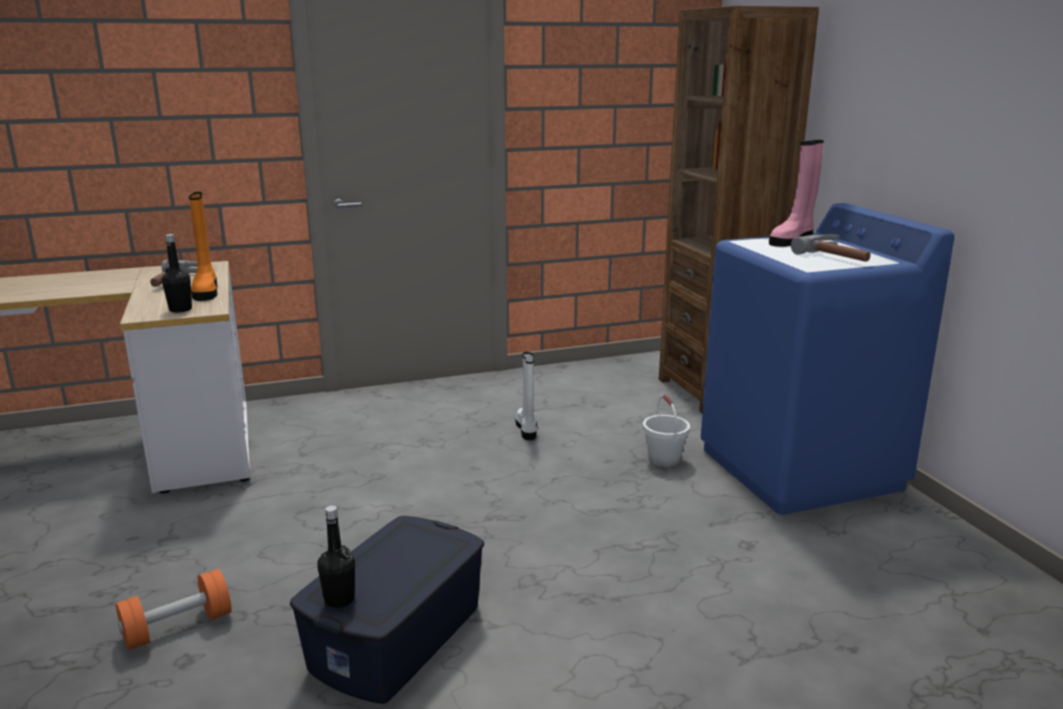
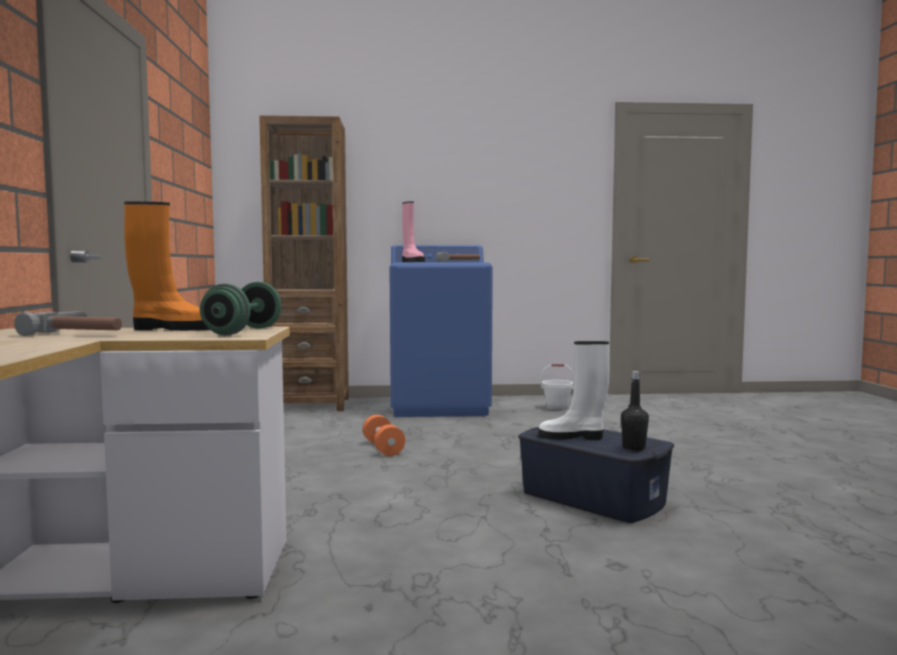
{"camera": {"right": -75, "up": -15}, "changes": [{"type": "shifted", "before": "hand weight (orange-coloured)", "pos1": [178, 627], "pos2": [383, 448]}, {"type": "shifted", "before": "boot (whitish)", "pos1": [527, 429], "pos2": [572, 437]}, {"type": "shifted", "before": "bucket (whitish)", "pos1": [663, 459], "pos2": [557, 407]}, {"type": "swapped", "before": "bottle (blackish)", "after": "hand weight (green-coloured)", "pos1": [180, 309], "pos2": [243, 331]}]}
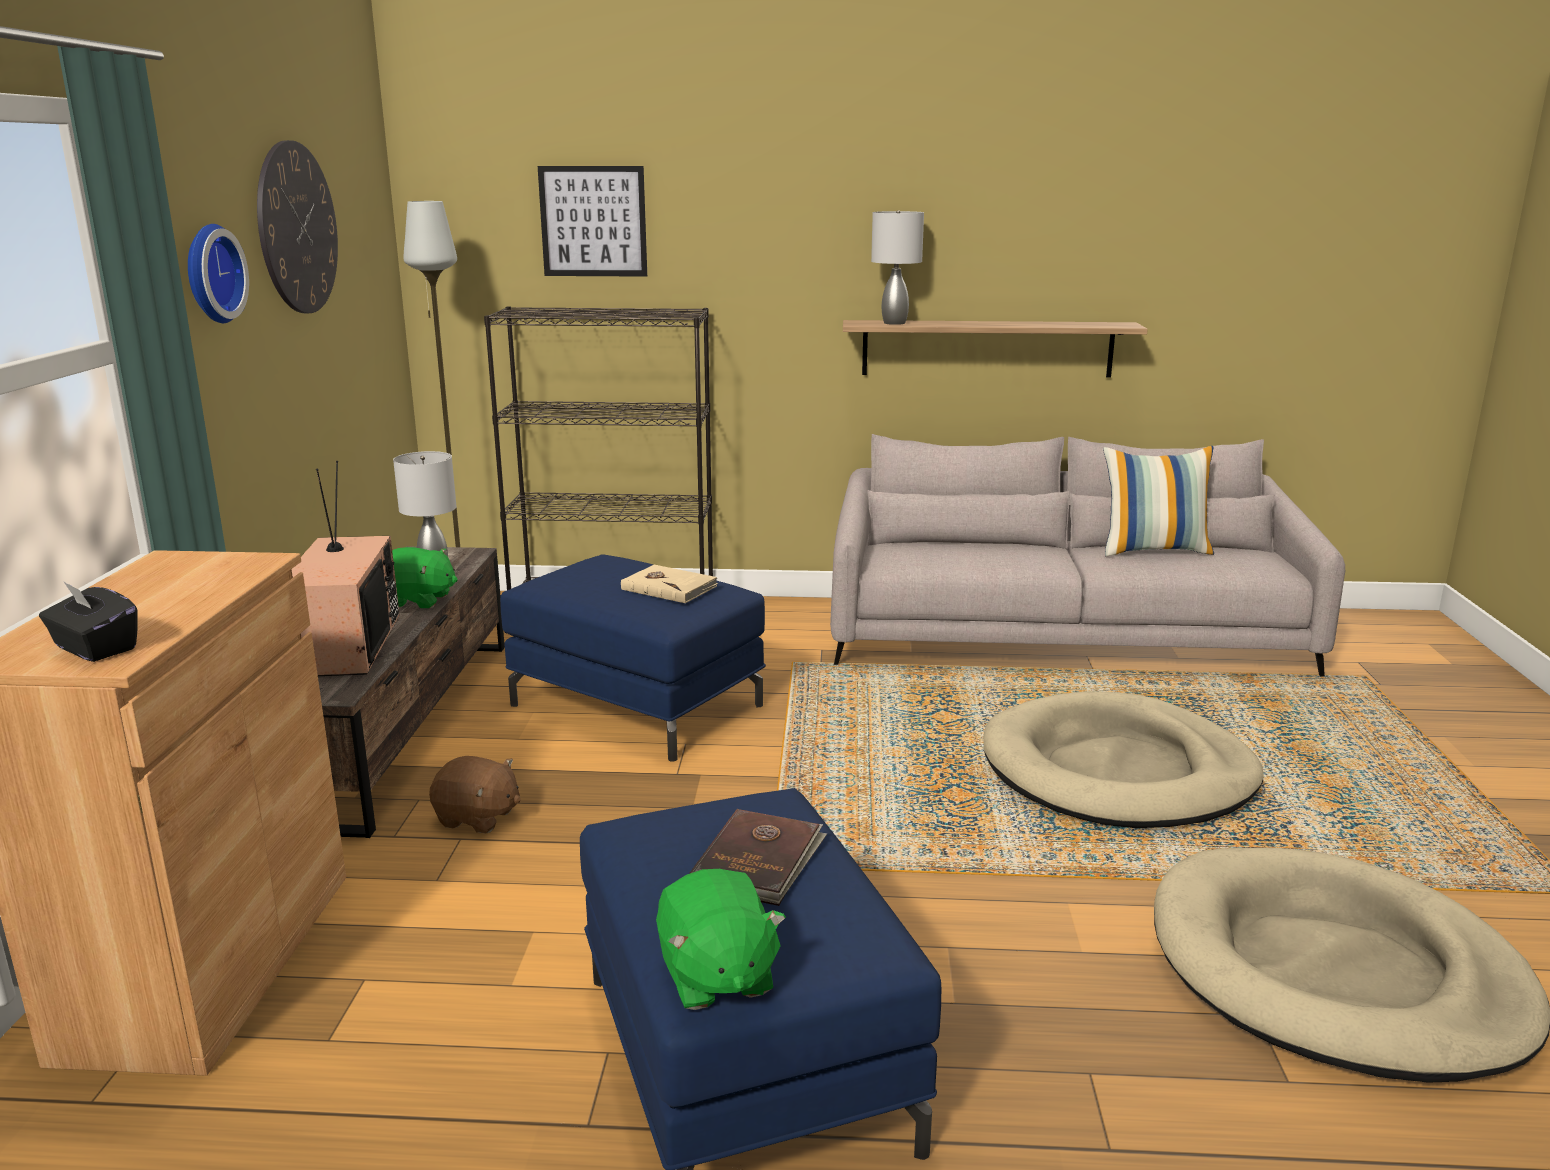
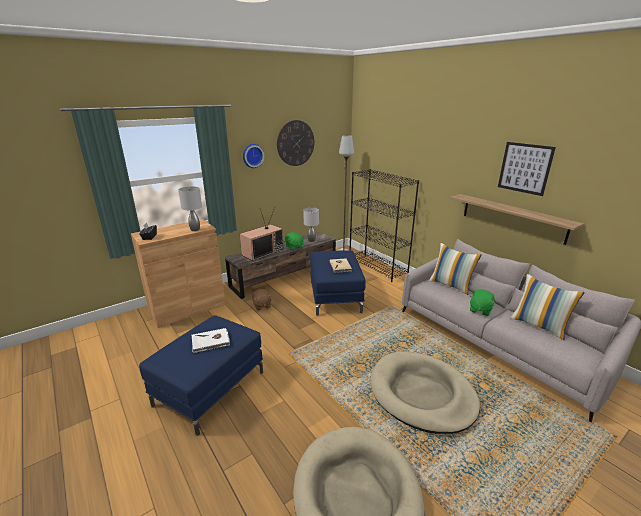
{"camera": {"right": 50, "up": 5}, "changes": [{"type": "new", "after": "pillow", "pos2": [451, 285]}, {"type": "shifted", "before": "picture", "pos1": [593, 221], "pos2": [524, 168]}, {"type": "shifted", "before": "cuddly toy (green-coloured)", "pos1": [716, 976], "pos2": [480, 310]}, {"type": "shifted", "before": "lamp for a table (greyish)", "pos1": [893, 323], "pos2": [195, 229]}, {"type": "repainted", "before": "volume (brown)", "after": "volume (whitish)", "pos1": [759, 861], "pos2": [211, 342]}]}
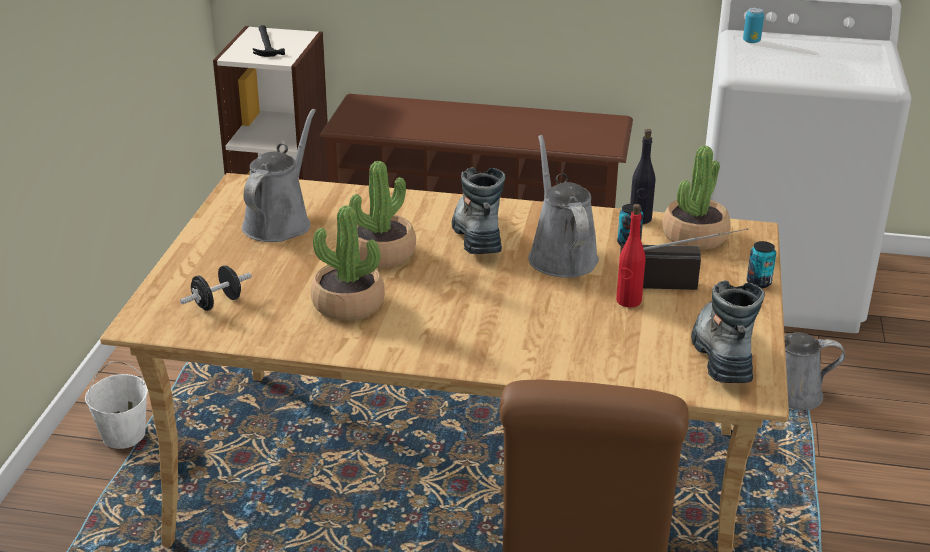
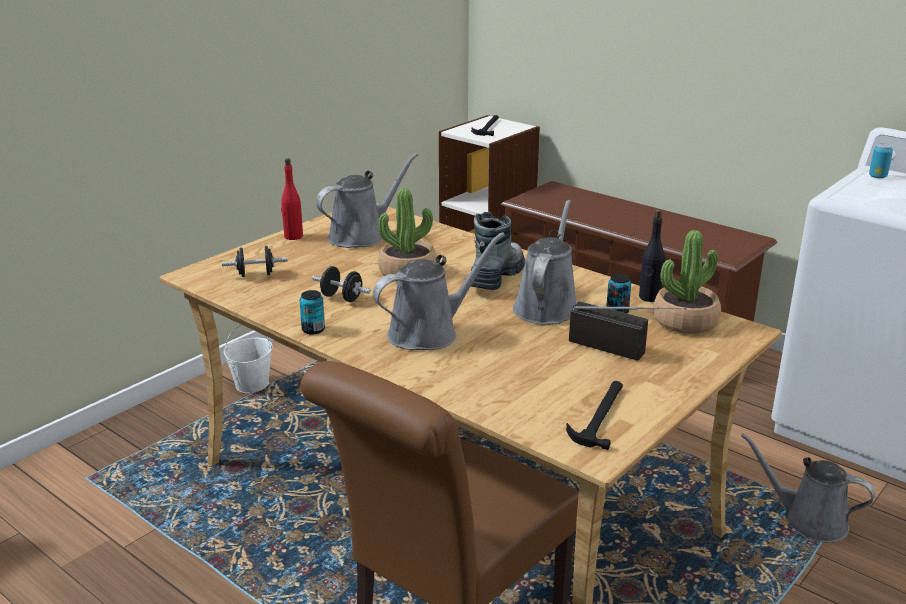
{"camera": {"right": 30, "up": -5}, "changes": [{"type": "new", "after": "watering pot (greyish)", "pos2": [429, 333]}, {"type": "shifted", "before": "bottle (red)", "pos1": [628, 301], "pos2": [293, 236]}, {"type": "shifted", "before": "can", "pos1": [758, 283], "pos2": [313, 330]}, {"type": "swapped", "before": "potted plant", "after": "hand weight (blackish)", "pos1": [348, 304], "pos2": [342, 298]}, {"type": "swapped", "before": "boot", "after": "hand hammer", "pos1": [721, 355], "pos2": [600, 415]}]}
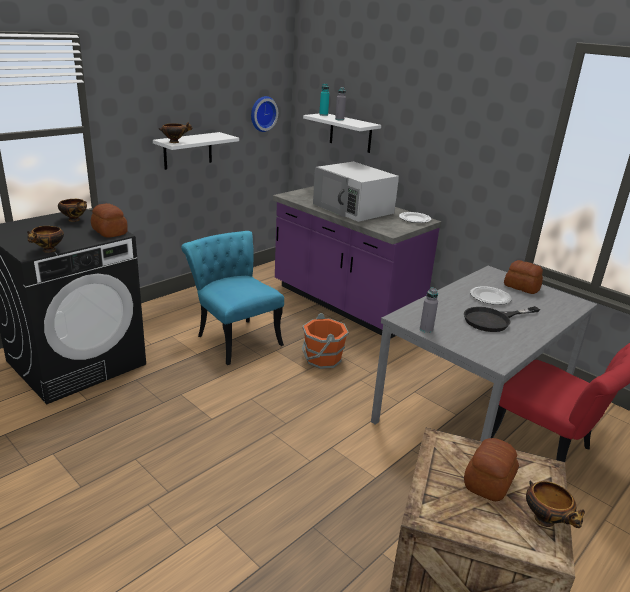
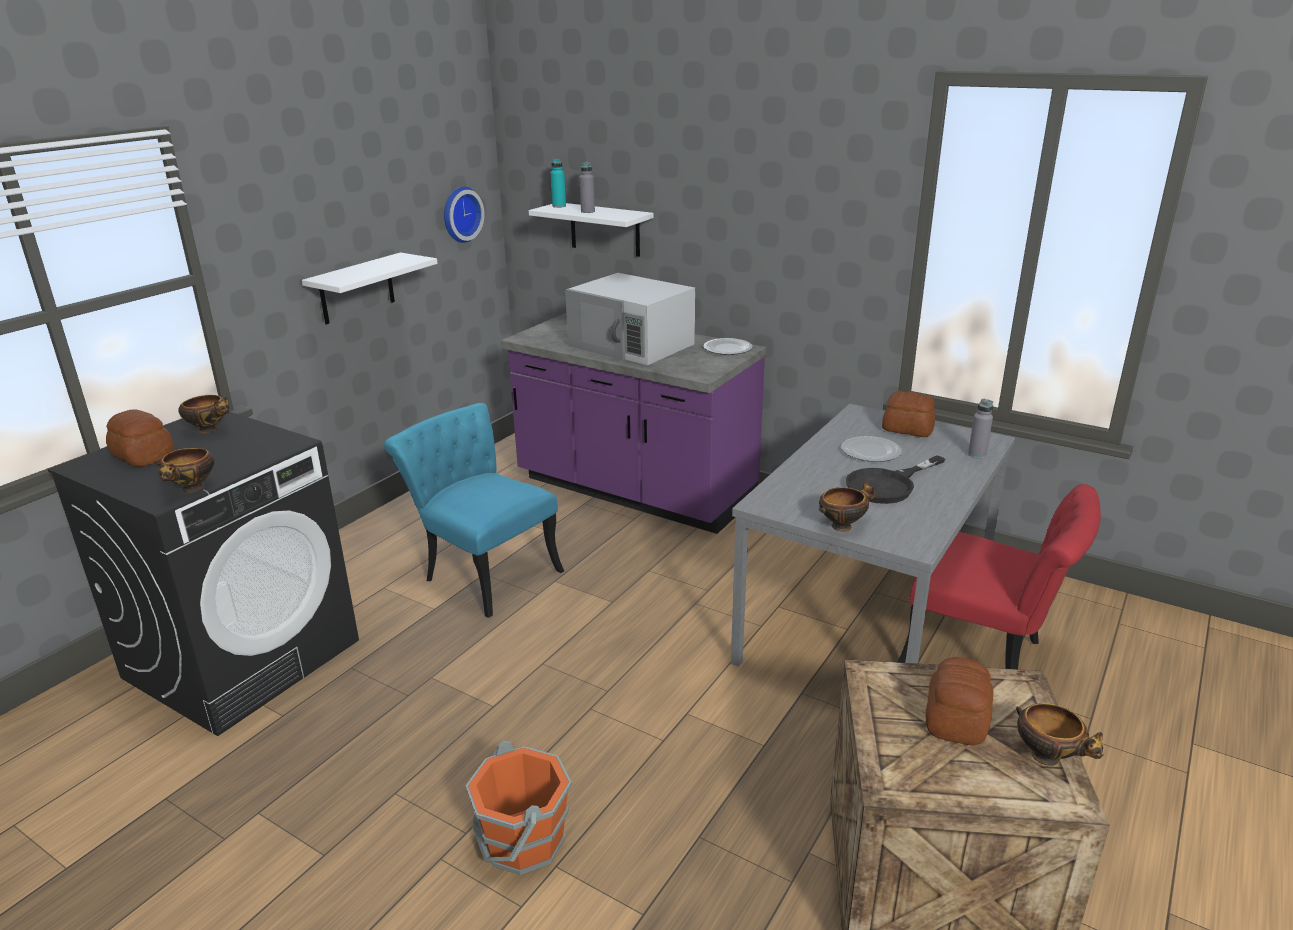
{"camera": {"right": -10, "up": 0}, "changes": [{"type": "shifted", "before": "bakery bread", "pos1": [110, 231], "pos2": [144, 455]}, {"type": "shifted", "before": "bowl", "pos1": [175, 142], "pos2": [843, 525]}, {"type": "shifted", "before": "bucket (orange-coloured)", "pos1": [322, 359], "pos2": [522, 841]}, {"type": "shifted", "before": "bottle (greyish)", "pos1": [426, 329], "pos2": [977, 455]}]}
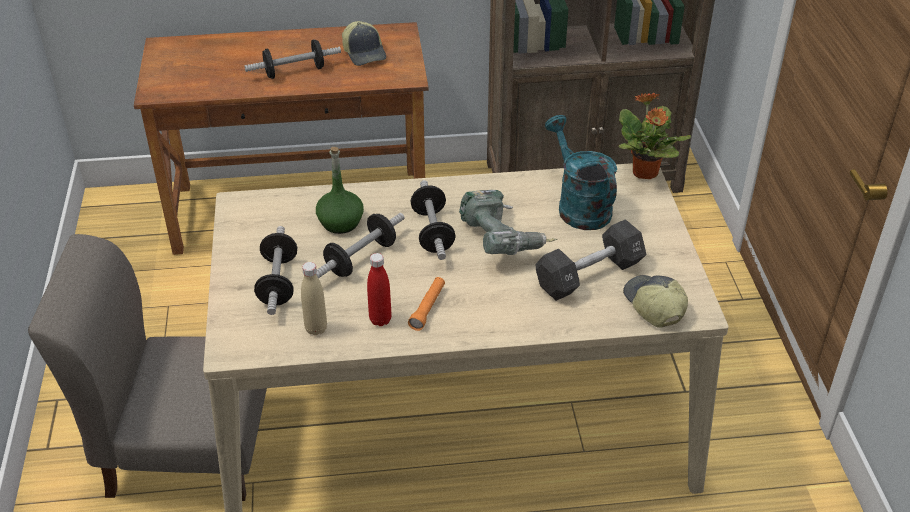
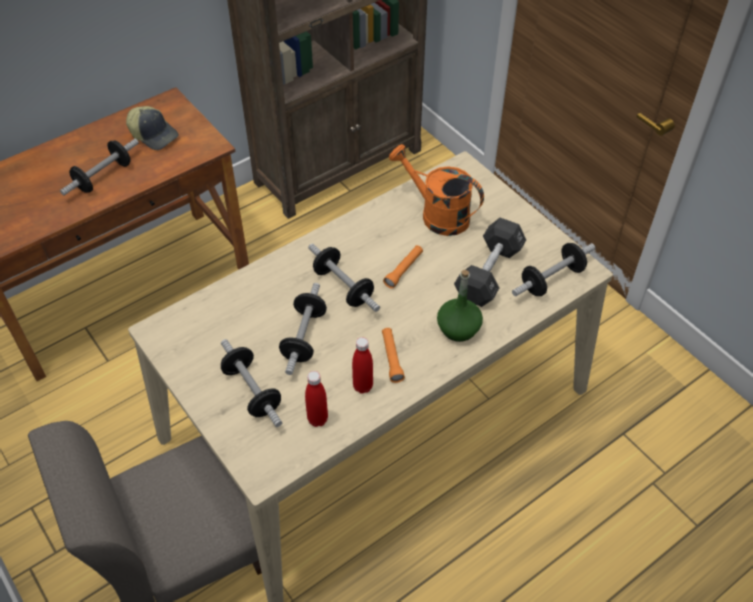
{"camera": {"right": -30, "up": 10}, "changes": [{"type": "gone", "before": "potted plant", "pos1": [645, 173]}, {"type": "shifted", "before": "bottle (green-coloured)", "pos1": [341, 222], "pos2": [458, 328]}, {"type": "swapped", "before": "drill", "after": "torch (orange-coloured)", "pos1": [503, 240], "pos2": [403, 270]}, {"type": "swapped", "before": "peaked cap", "after": "hand weight", "pos1": [653, 306], "pos2": [551, 279]}, {"type": "repainted", "before": "bottle (sand-coloured)", "after": "bottle (red)", "pos1": [316, 329], "pos2": [317, 419]}, {"type": "repainted", "before": "watering pot (turquoise-coloured)", "after": "watering pot (orange-coloured)", "pos1": [579, 206], "pos2": [437, 214]}]}
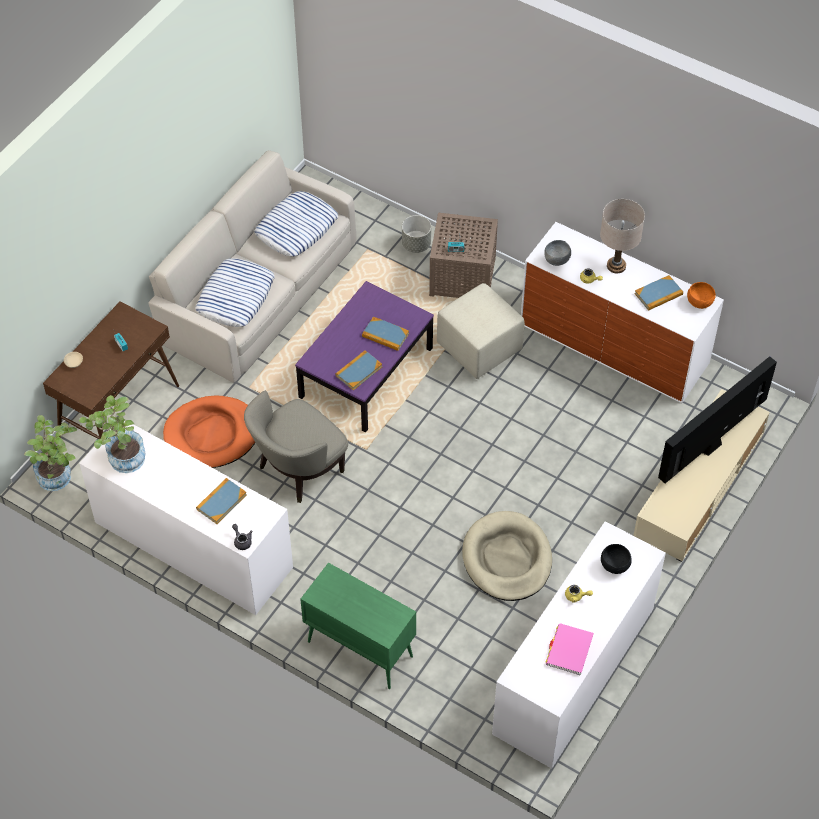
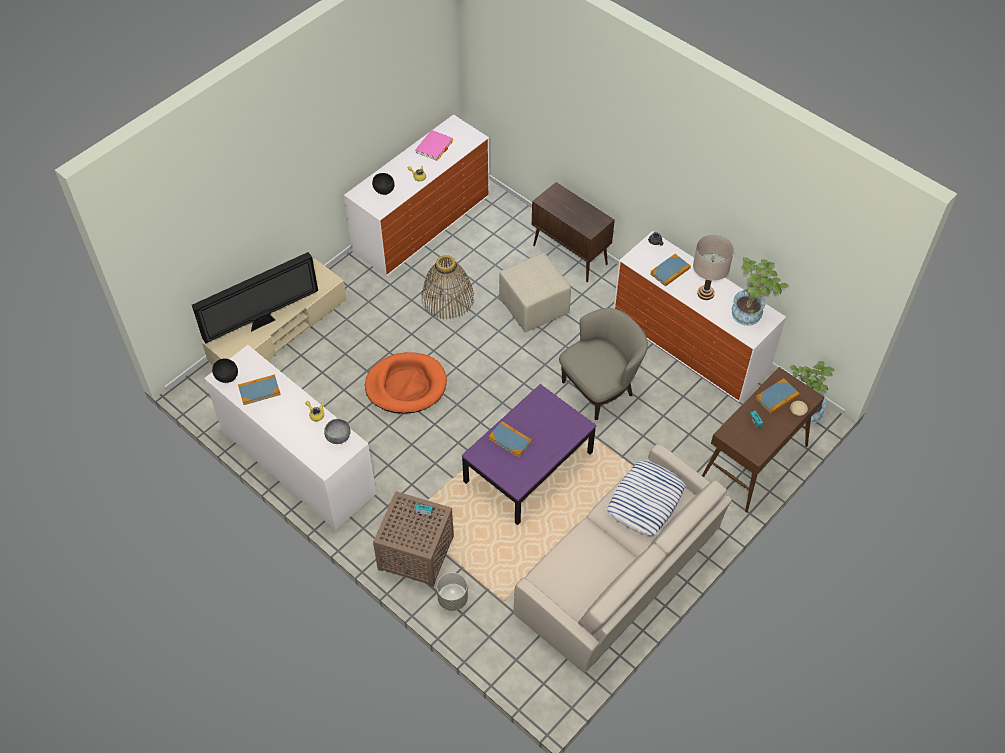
{"camera": {"right": -170, "up": 0}, "changes": [{"type": "gone", "before": "pillow", "pos1": [296, 228]}, {"type": "shifted", "before": "dog bed (orange-coloured)", "pos1": [212, 435], "pos2": [406, 385]}, {"type": "shifted", "before": "volume", "pos1": [358, 371], "pos2": [777, 397]}, {"type": "shifted", "before": "ottoman (sand-coloured)", "pos1": [478, 347], "pos2": [534, 307]}, {"type": "shifted", "before": "lamp for a table (sand-coloured)", "pos1": [616, 266], "pos2": [705, 293]}, {"type": "swapped", "before": "dog bed (sand-coloured)", "after": "household basket", "pos1": [507, 559], "pos2": [447, 298]}, {"type": "repainted", "before": "cupboard (green-coloured)", "after": "cupboard (brown)", "pos1": [359, 648], "pos2": [570, 255]}, {"type": "repainted", "before": "bowl (orange-coloured)", "after": "bowl (blackish)", "pos1": [699, 303], "pos2": [227, 377]}]}
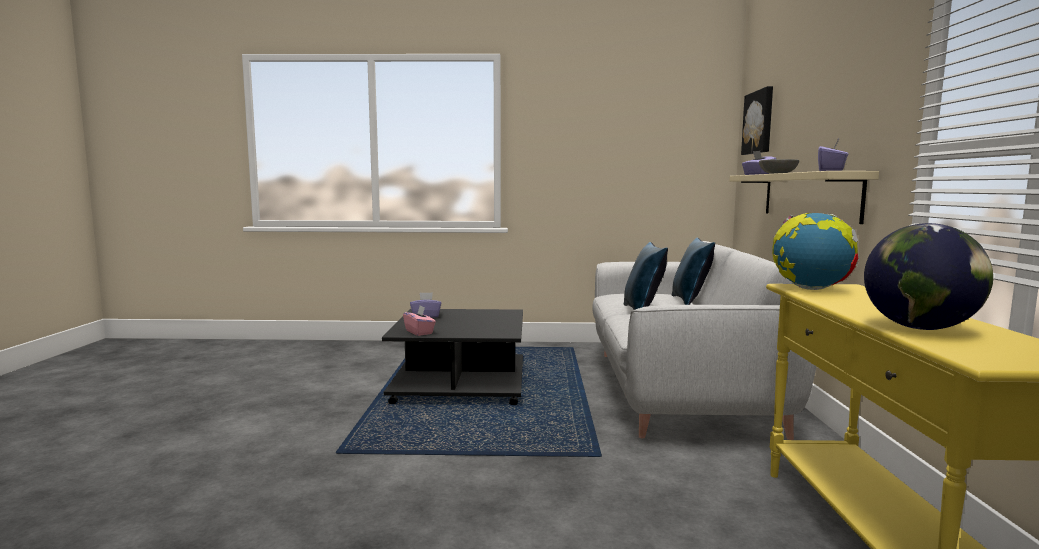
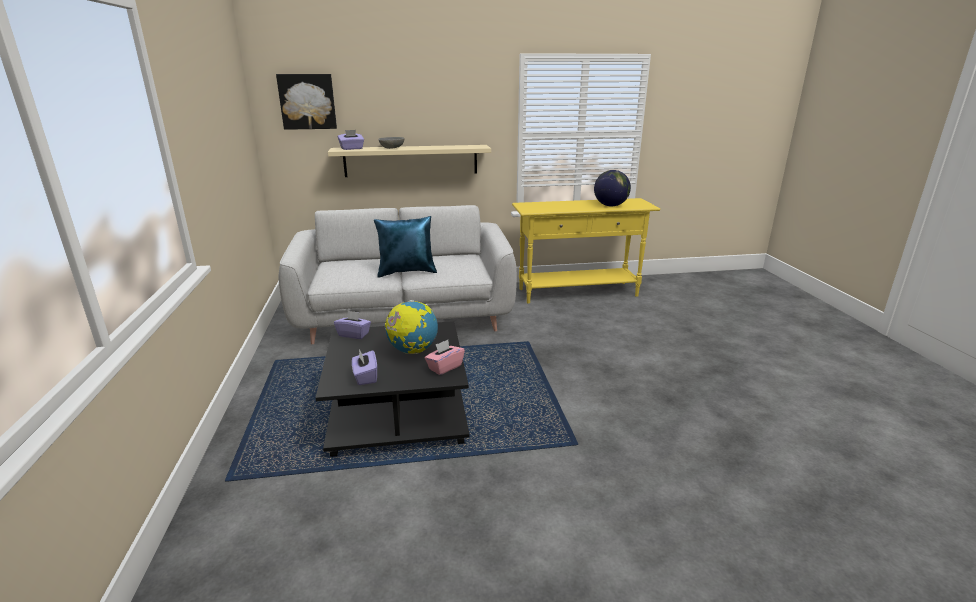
{"camera": {"right": -100, "up": 15}, "changes": [{"type": "gone", "before": "pillow (blue-coloured)", "pos1": [691, 302]}, {"type": "shifted", "before": "world globe", "pos1": [811, 289], "pos2": [412, 351]}, {"type": "shifted", "before": "box of tissues (purple-coloured)", "pos1": [831, 171], "pos2": [354, 334]}]}
